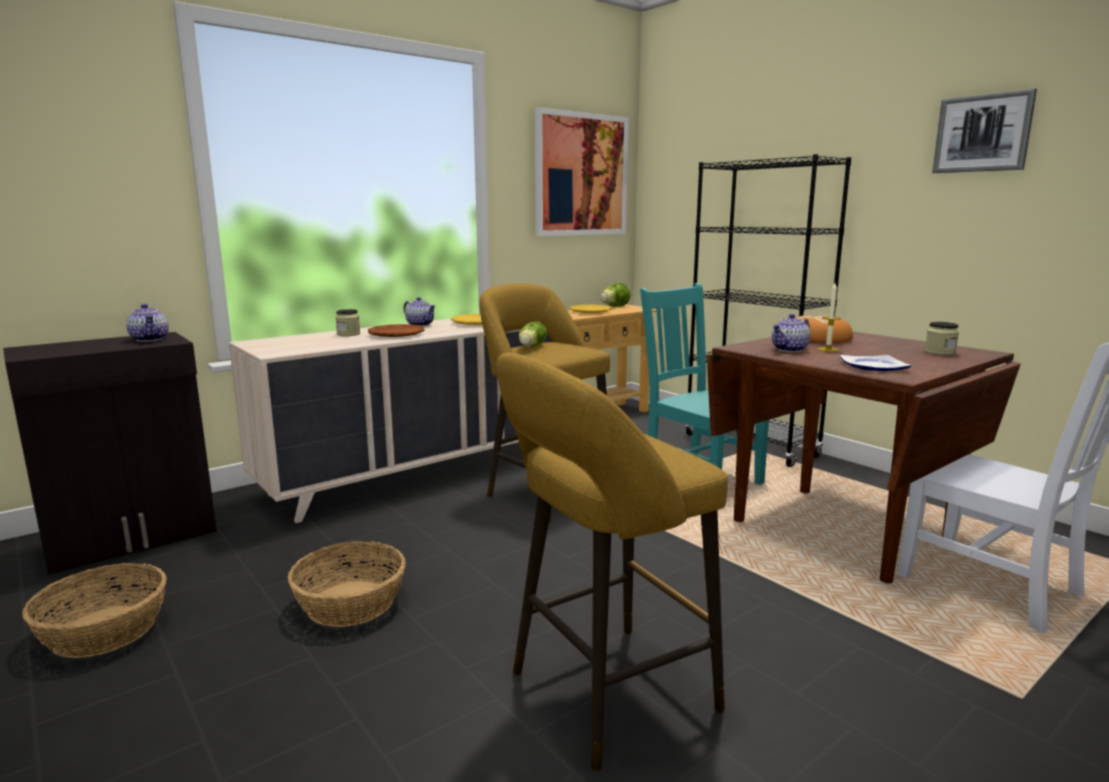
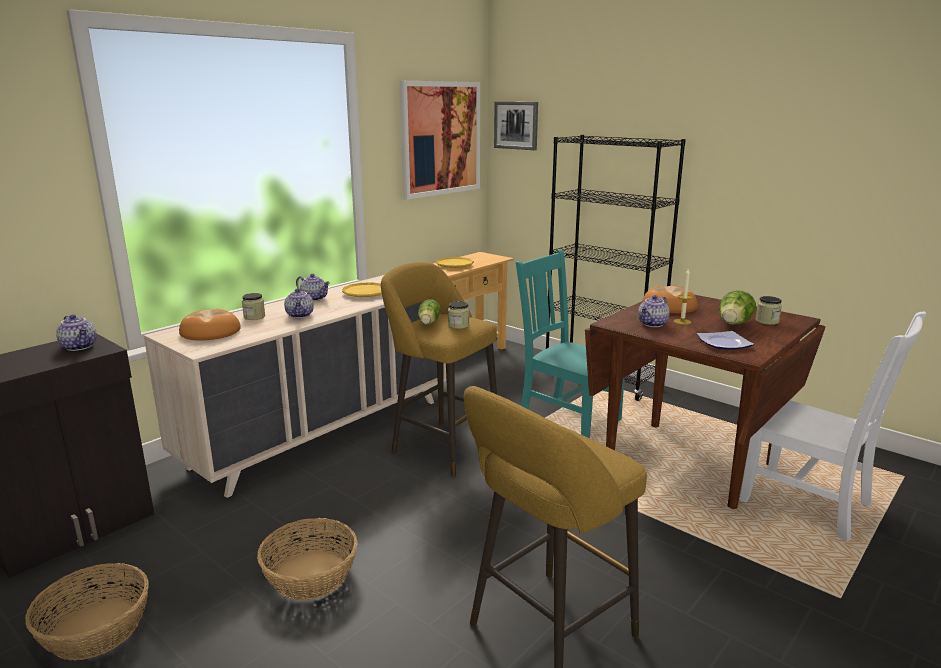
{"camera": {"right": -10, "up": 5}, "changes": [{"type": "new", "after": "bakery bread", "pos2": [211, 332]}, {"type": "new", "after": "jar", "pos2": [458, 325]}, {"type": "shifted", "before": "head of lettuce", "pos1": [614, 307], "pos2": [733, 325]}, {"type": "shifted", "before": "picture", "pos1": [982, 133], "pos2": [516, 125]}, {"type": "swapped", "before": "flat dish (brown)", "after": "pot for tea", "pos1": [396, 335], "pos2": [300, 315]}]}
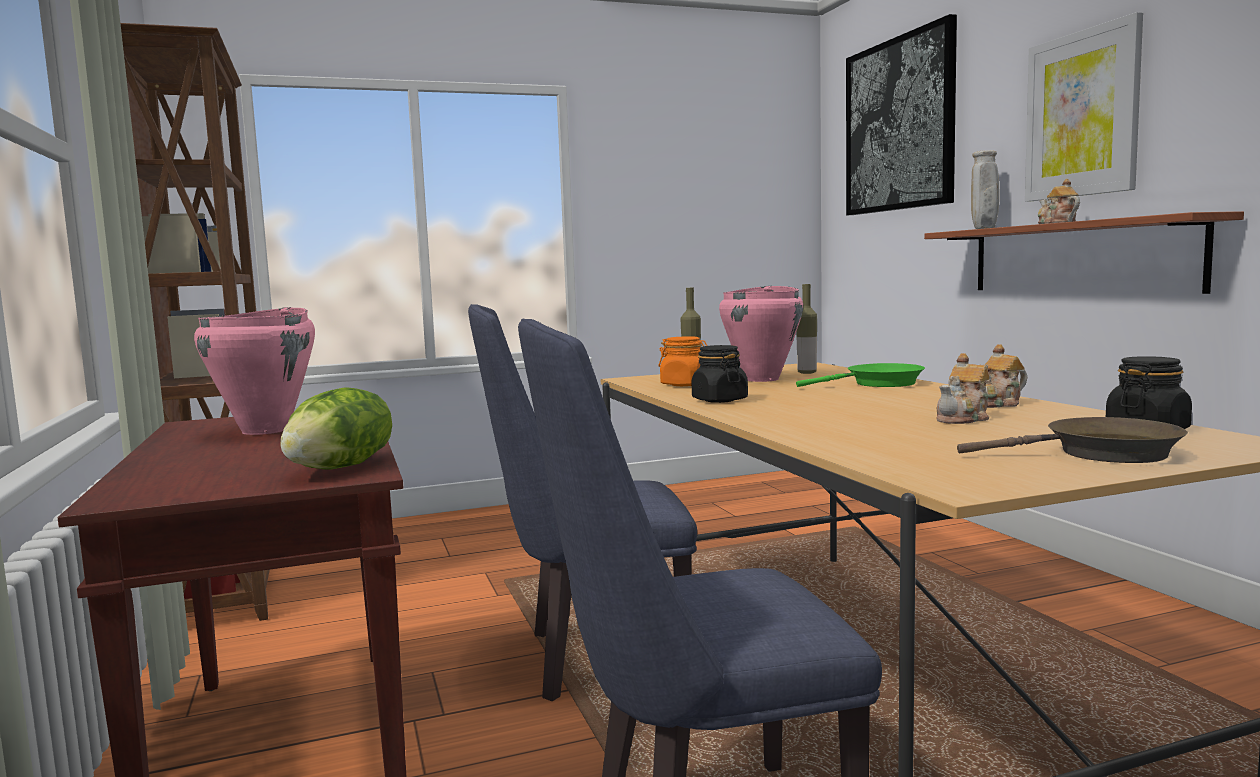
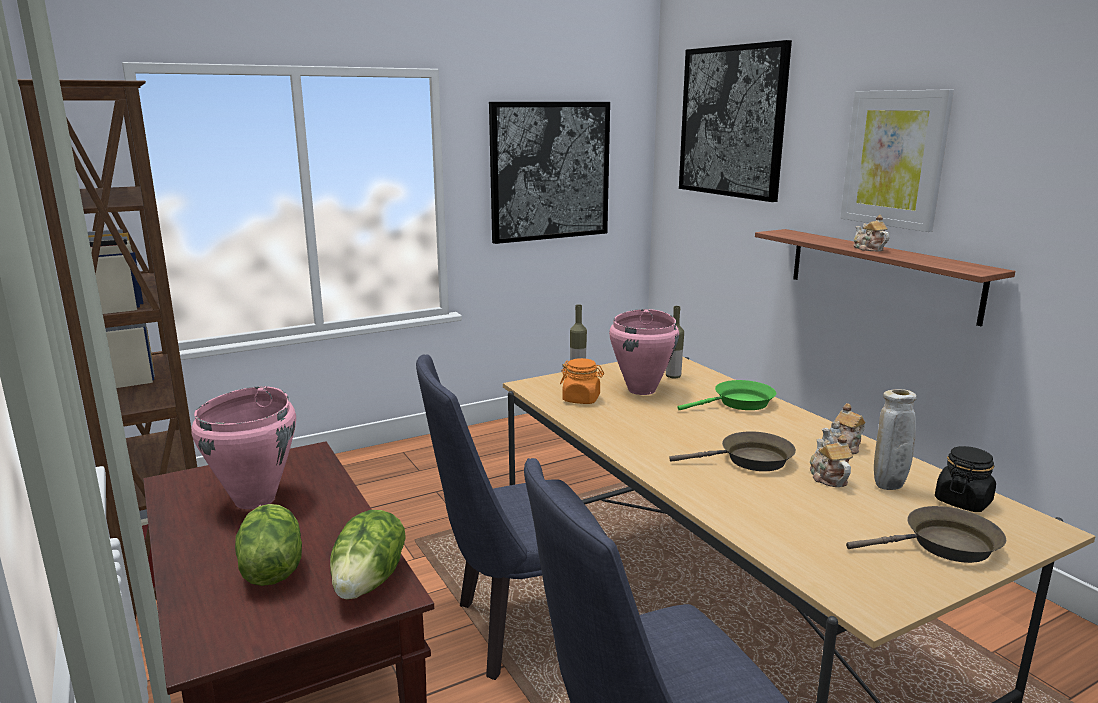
{"camera": {"right": -10, "up": 10}, "changes": [{"type": "gone", "before": "jar (blackish)", "pos1": [719, 400]}, {"type": "new", "after": "head of lettuce", "pos2": [271, 569]}, {"type": "new", "after": "picture", "pos2": [550, 171]}, {"type": "new", "after": "frying pan (brown)", "pos2": [750, 460]}, {"type": "shifted", "before": "decorative vase (sand-coloured)", "pos1": [984, 229], "pos2": [888, 488]}, {"type": "rotated", "before": "pot for tea", "pos1": [964, 419], "pos2": [828, 477], "turn": 135}]}
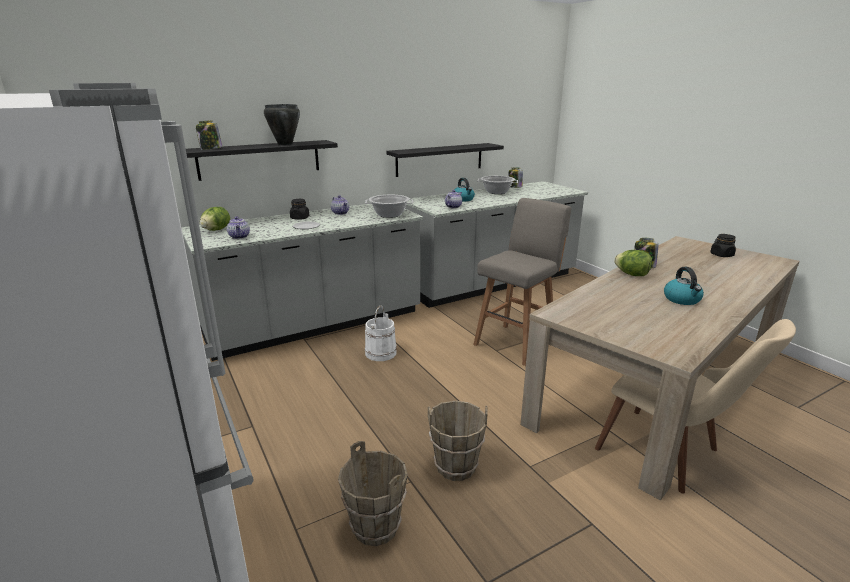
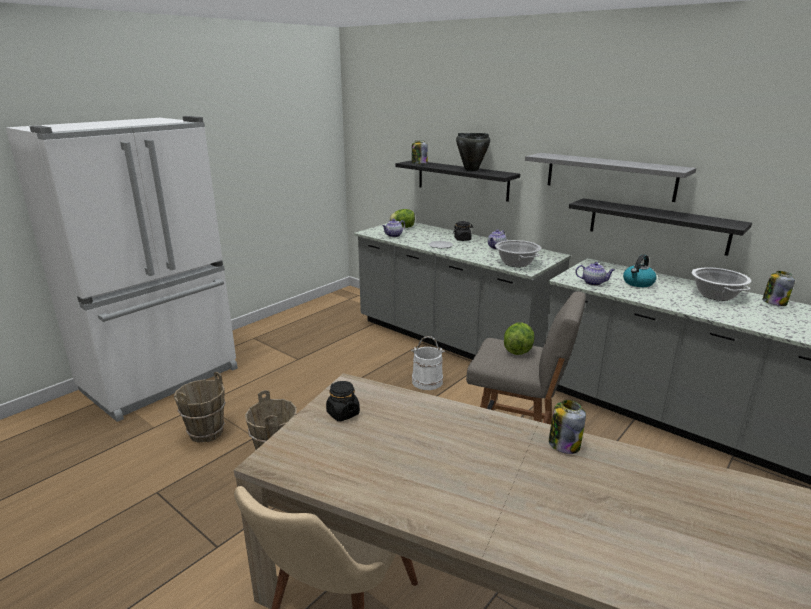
{"camera": {"right": 70, "up": 0}, "changes": [{"type": "gone", "before": "tea kettle", "pos1": [682, 299]}, {"type": "new", "after": "shelf (greyish)", "pos2": [609, 176]}, {"type": "shifted", "before": "head of lettuce", "pos1": [632, 274], "pos2": [518, 350]}, {"type": "shifted", "before": "jar (blackish)", "pos1": [721, 255], "pos2": [343, 413]}]}
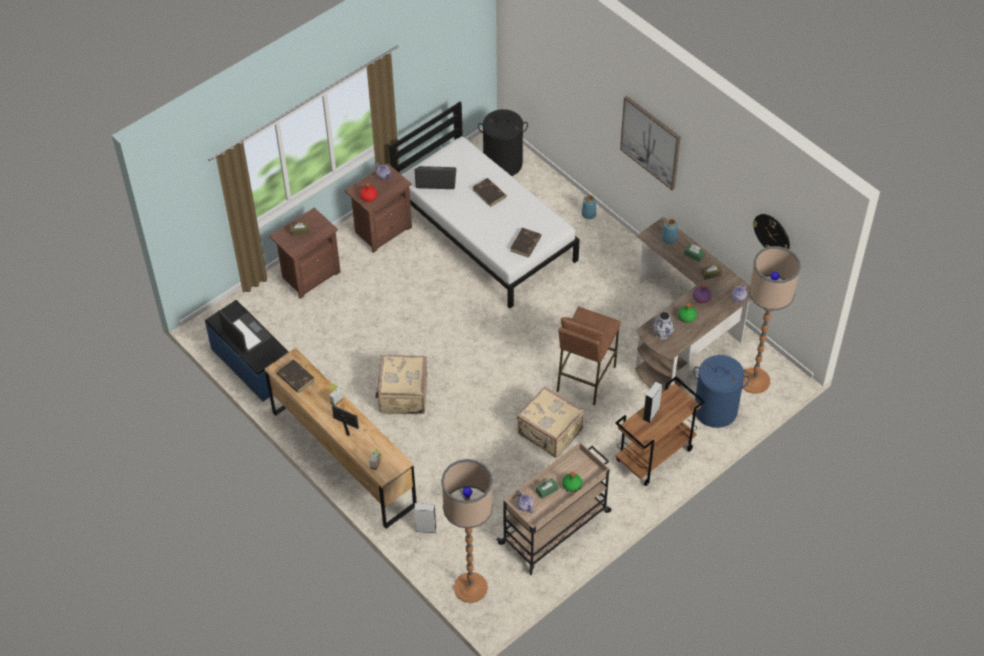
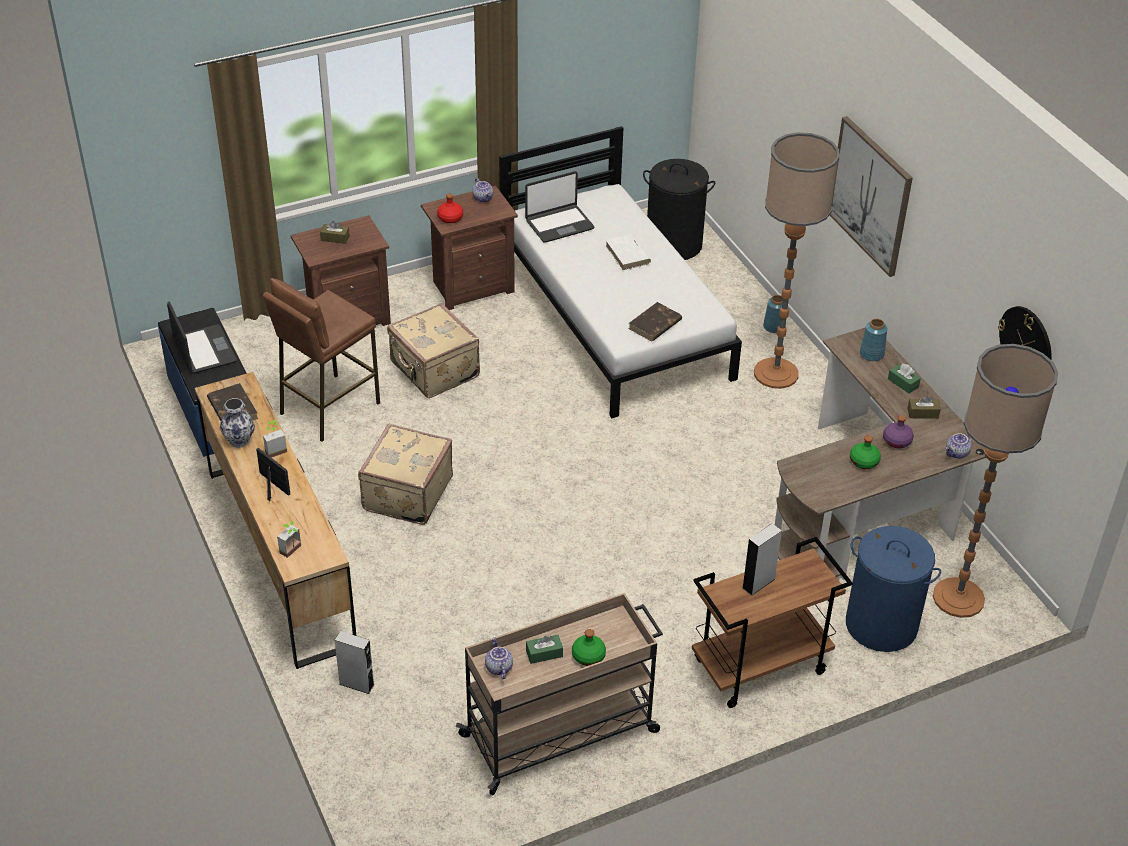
{"camera": {"right": 15, "up": -10}, "changes": [{"type": "shifted", "before": "standard lamp", "pos1": [470, 587], "pos2": [775, 373]}, {"type": "shifted", "before": "piece of luggage (sand-coloured)", "pos1": [549, 433], "pos2": [434, 371]}, {"type": "shifted", "before": "stool seat (brown)", "pos1": [585, 378], "pos2": [329, 408]}, {"type": "shifted", "before": "decorative vase", "pos1": [662, 334], "pos2": [238, 440]}, {"type": "repainted", "before": "volume (brown)", "after": "volume (whitish)", "pos1": [489, 193], "pos2": [628, 254]}, {"type": "rotated", "before": "laptop", "pos1": [436, 179], "pos2": [559, 224], "turn": 135}]}
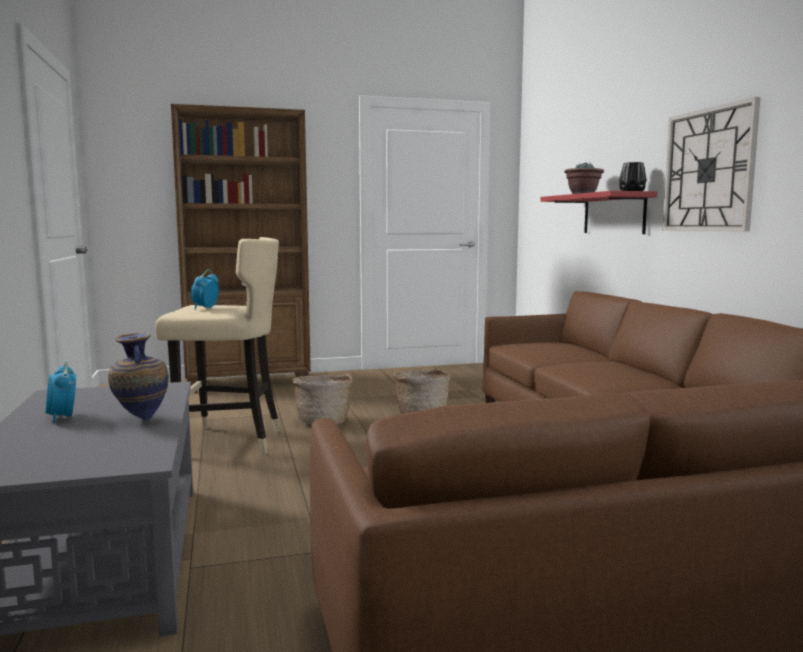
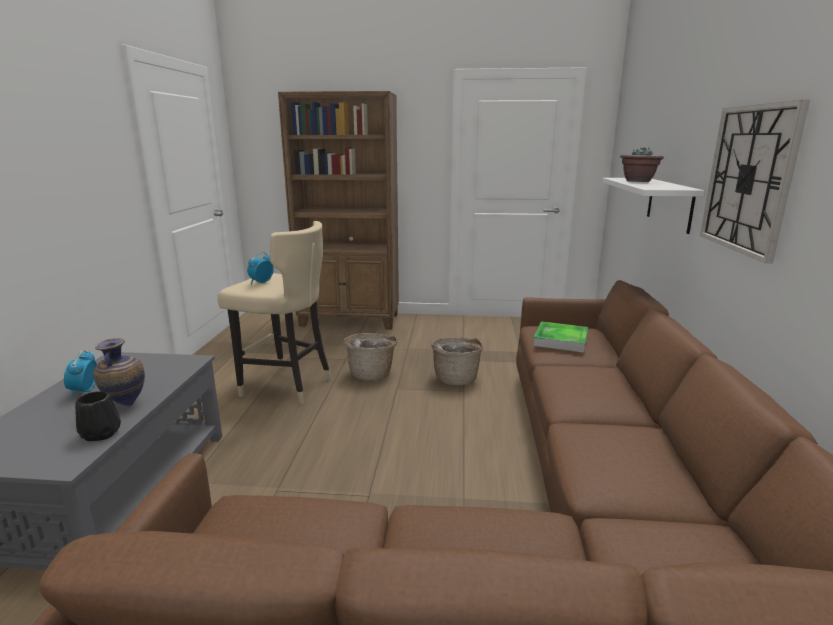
{"camera": {"right": 20, "up": 10}, "changes": [{"type": "new", "after": "serving tray", "pos2": [560, 340]}, {"type": "shifted", "before": "decorative vase (blackish)", "pos1": [632, 191], "pos2": [102, 433]}, {"type": "repainted", "before": "shelf (red)", "after": "shelf (whitish)", "pos1": [614, 214], "pos2": [669, 204]}]}
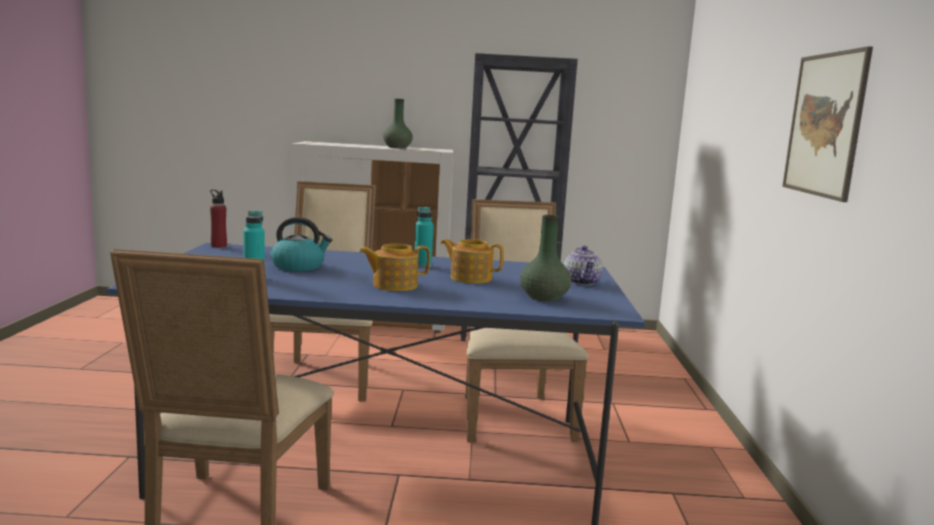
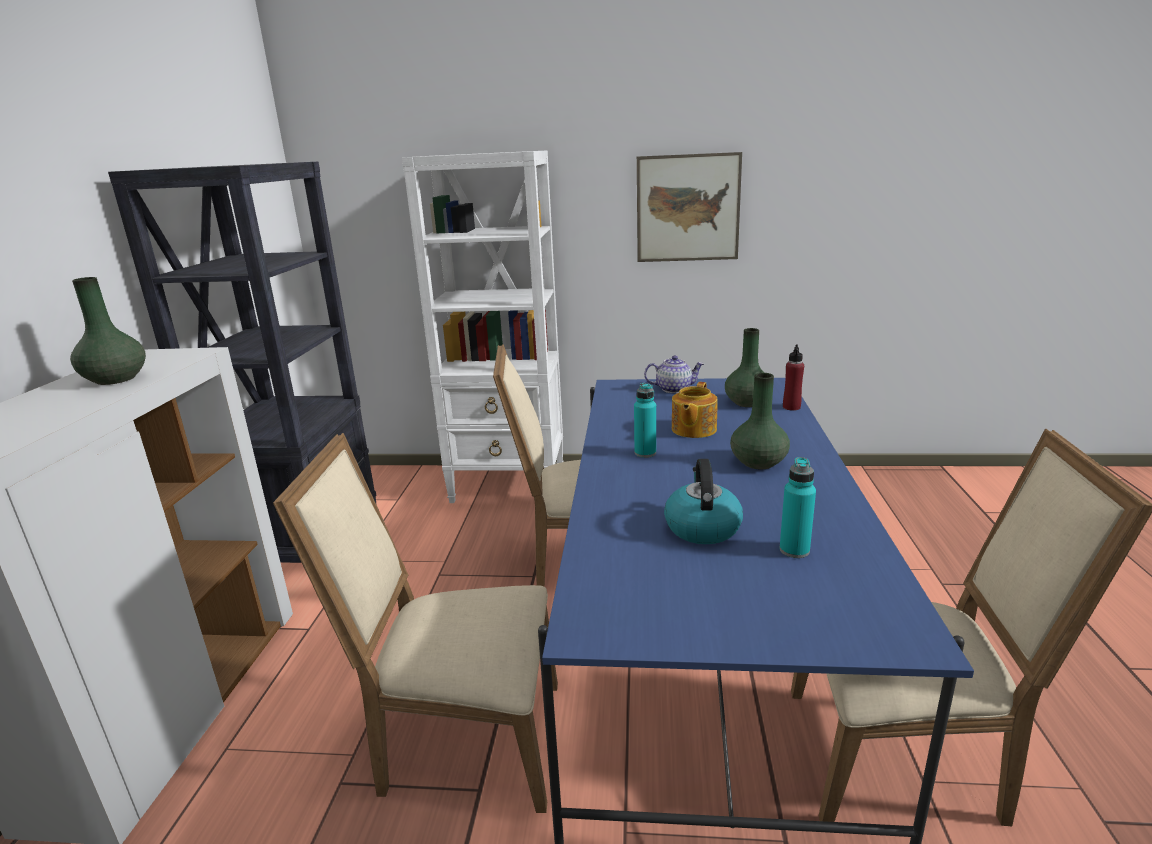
{"camera": {"right": -85, "up": 10}, "changes": [{"type": "new", "after": "bookcase (whitish)", "pos2": [510, 484]}, {"type": "shifted", "before": "bottle (red)", "pos1": [218, 246], "pos2": [791, 407]}, {"type": "swapped", "before": "pot for tea", "after": "decorative vase (green-coloured)", "pos1": [394, 285], "pos2": [757, 462]}]}
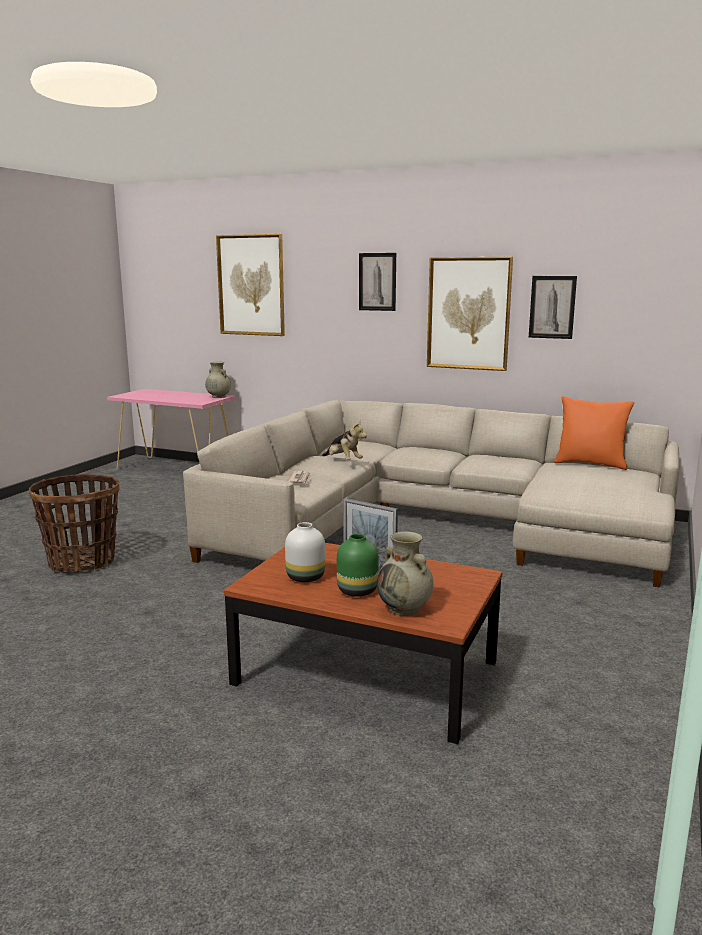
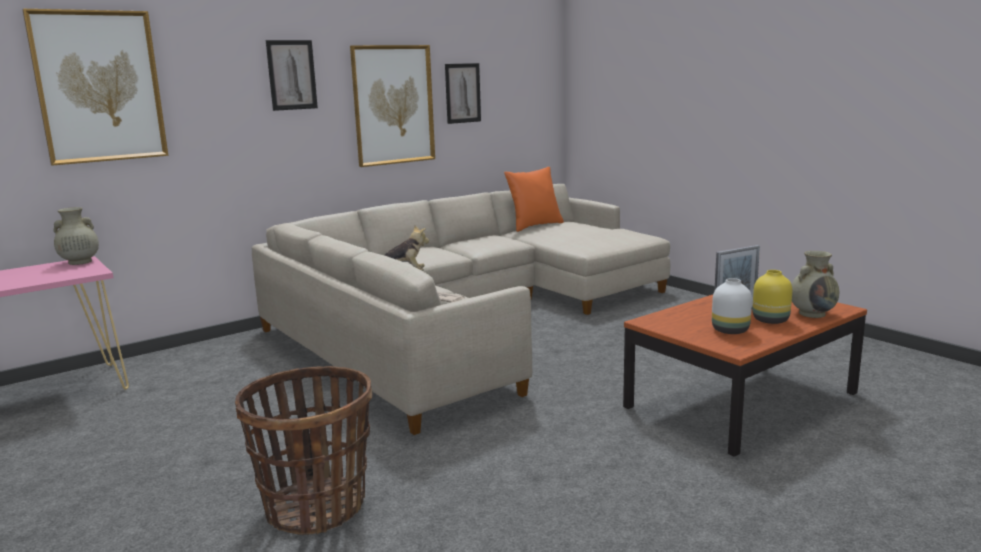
{"camera": {"right": -60, "up": 0}, "changes": [{"type": "repainted", "before": "decorative vase (green-coloured)", "after": "decorative vase (yellow)", "pos1": [358, 591], "pos2": [771, 320]}]}
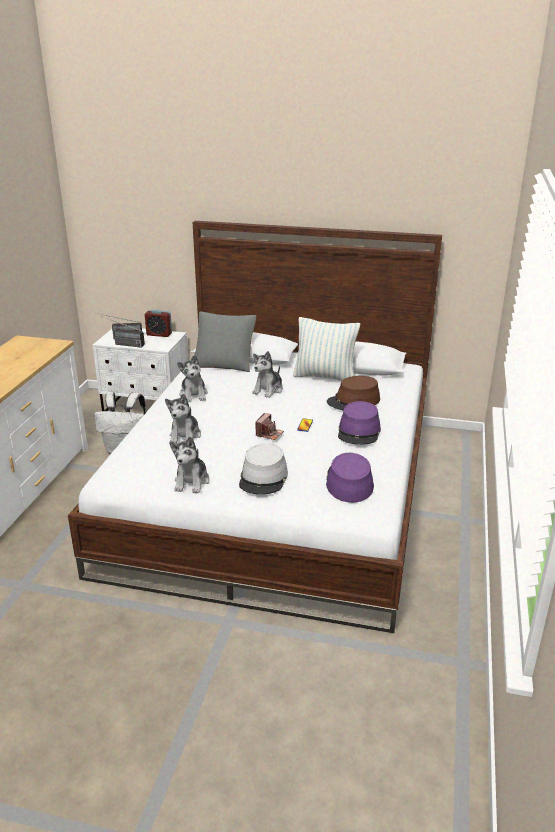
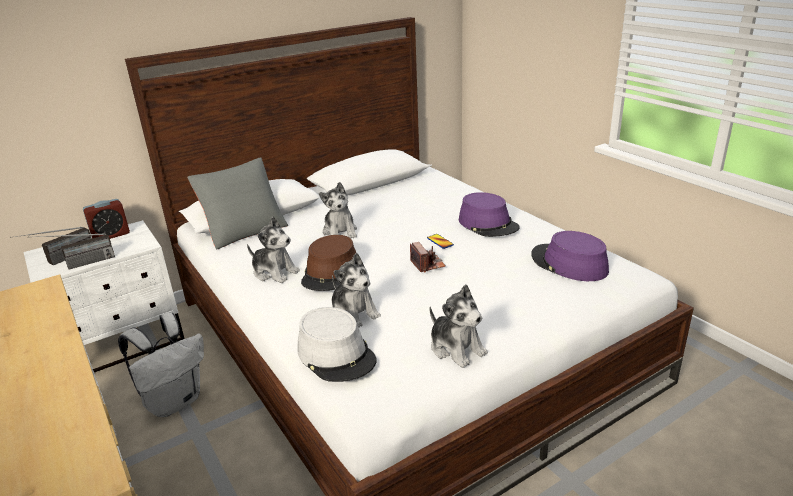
{"camera": {"right": -45, "up": 0}, "changes": [{"type": "gone", "before": "pillow", "pos1": [325, 377]}, {"type": "shifted", "before": "hat (greyish)", "pos1": [263, 478], "pos2": [336, 355]}, {"type": "shifted", "before": "hat (brown)", "pos1": [353, 401], "pos2": [331, 273]}]}
